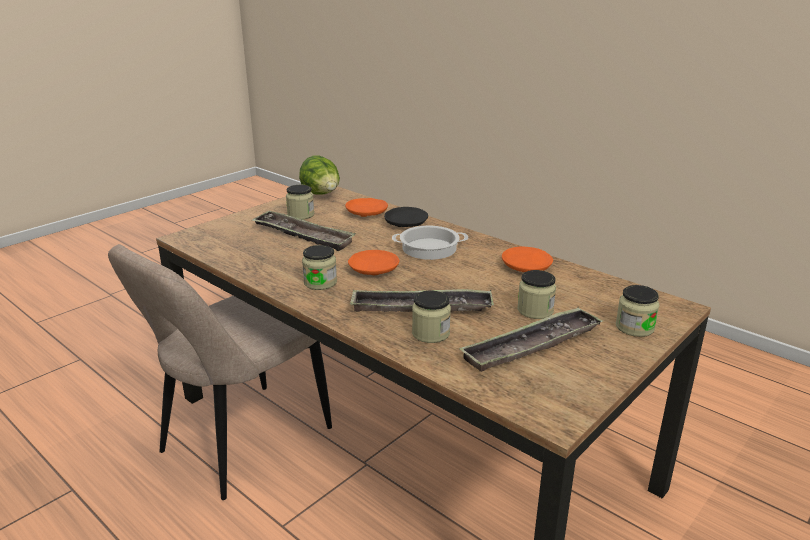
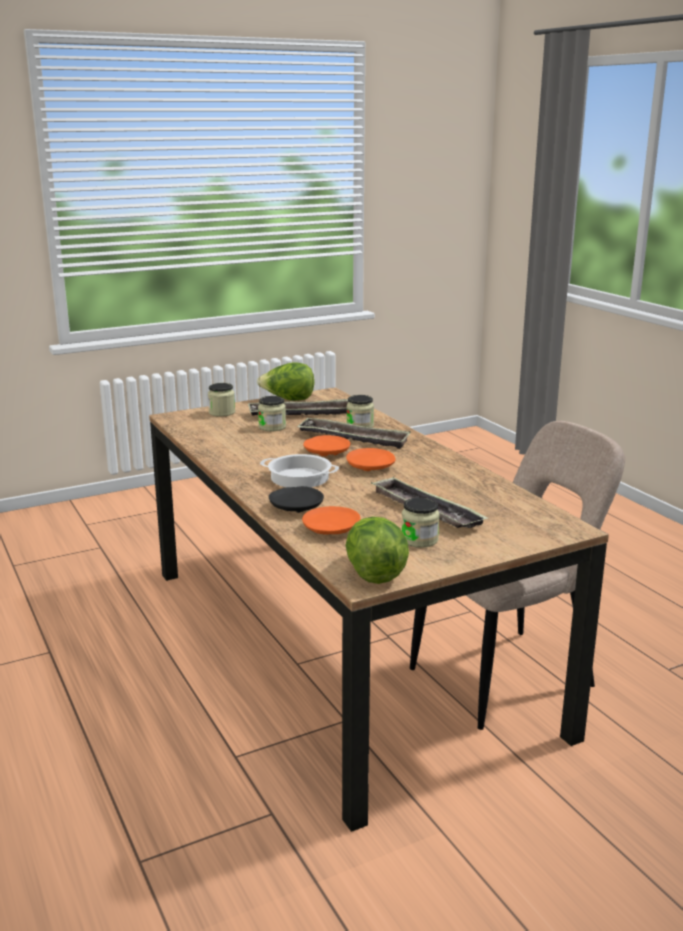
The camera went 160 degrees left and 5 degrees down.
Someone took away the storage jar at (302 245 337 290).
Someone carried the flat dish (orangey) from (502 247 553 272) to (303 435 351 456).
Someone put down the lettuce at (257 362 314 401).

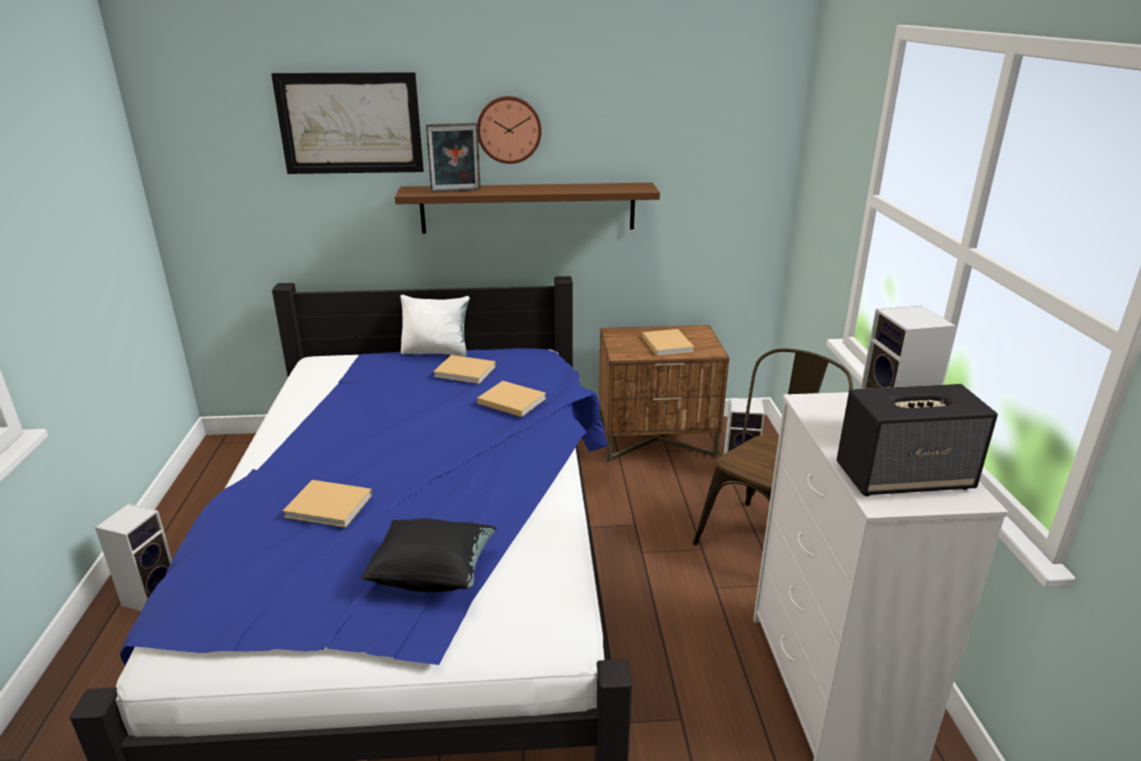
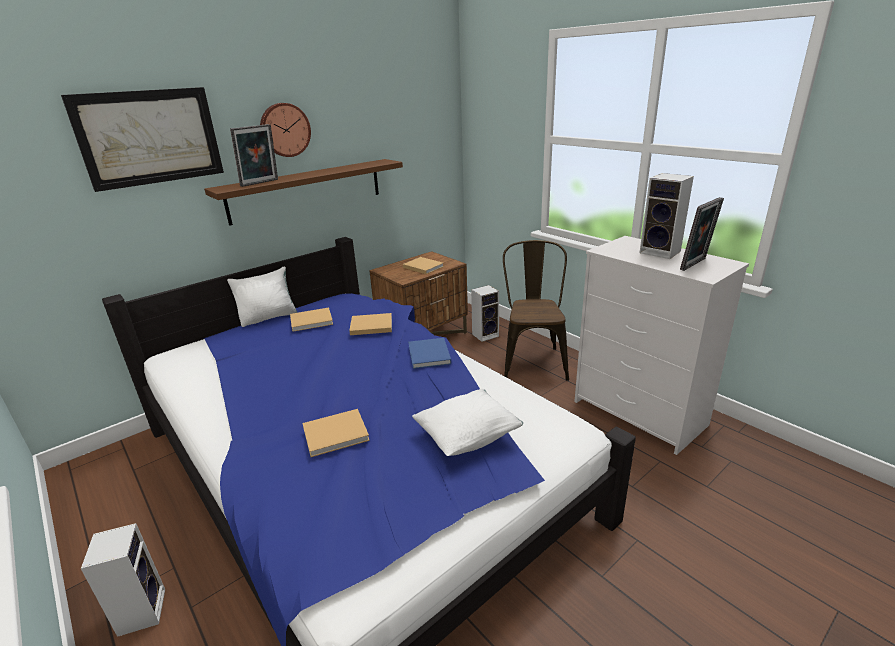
The camera went 35 degrees left and 0 degrees up.
Someone repainted the cushion (blackish) at (361 518 497 592), which became the cushion (whitish) at (412 389 523 456).
Someone swapped the loudspeaker at (836 384 998 496) for the photo frame at (680 197 724 271).
Someone put down the bound book (bluish) at (408 338 451 369).

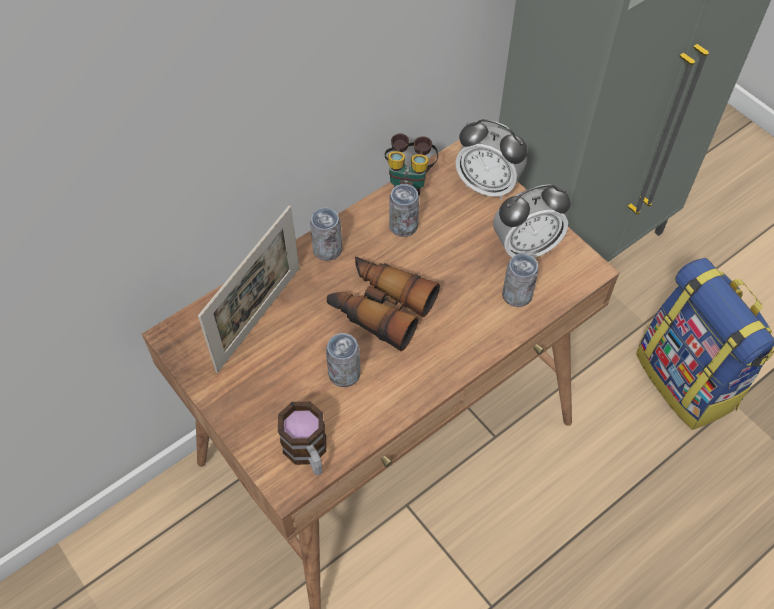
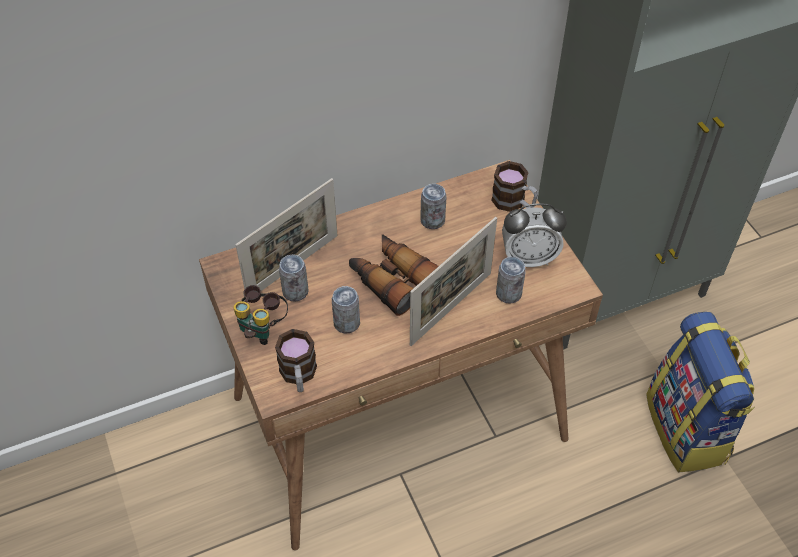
The camera went 15 degrees right and 5 degrees down.
Someone carried the can from (310 207 342 261) to (279 255 309 302).
Someone carried the field glasses from (385 134 438 195) to (233 285 288 345).
Someone swapped the table clock at (456 119 527 200) for the mug at (491 161 538 212).
Someone put down the photo frame at (410 217 497 346).

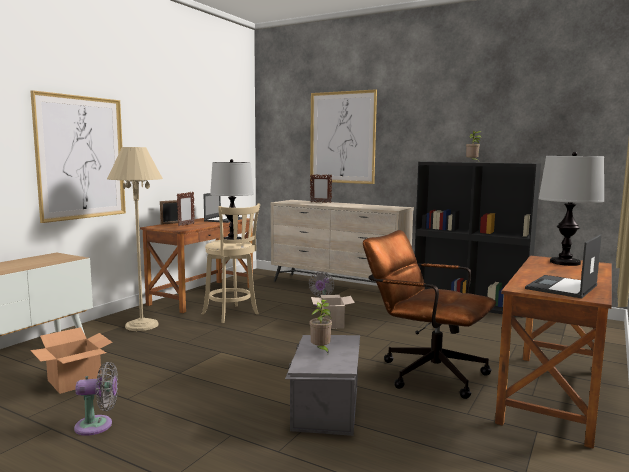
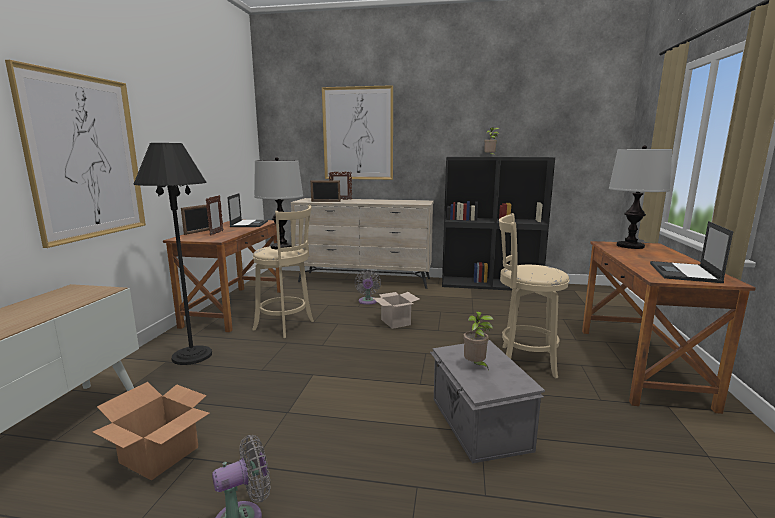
The camera went 20 degrees left and 5 degrees up.
Someone repainted the standing lamp (sand-coloured) at (107 147 163 331), which became the standing lamp (blackish) at (134 143 212 365).
Someone swapped the desk chair (brown-coloured) at (363 230 496 399) for the stool seat (sand-coloured) at (499 213 569 378).
Someone put down the photo frame at (310 180 341 202).

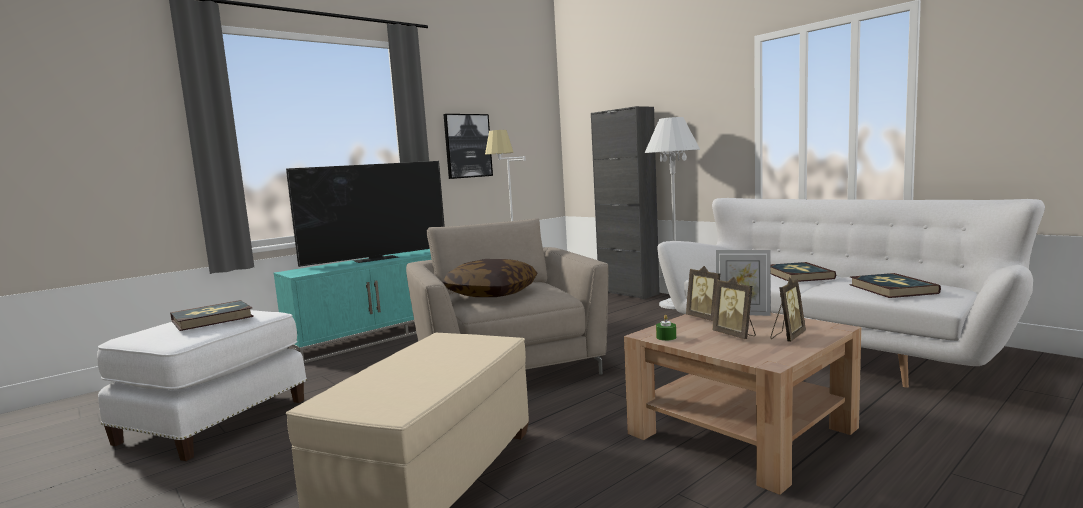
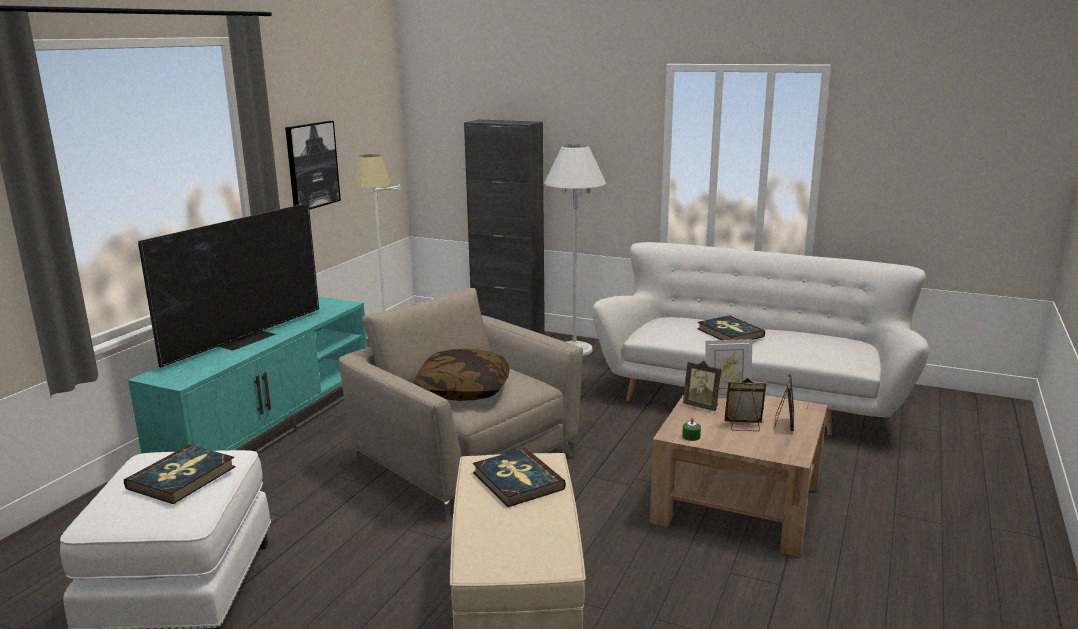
The camera went 25 degrees left and 10 degrees up.
Someone rotated the photo frame at (712 277 756 339) by 150 degrees clockwise.
Someone carried the bound book from (850 273 941 298) to (473 448 566 507).

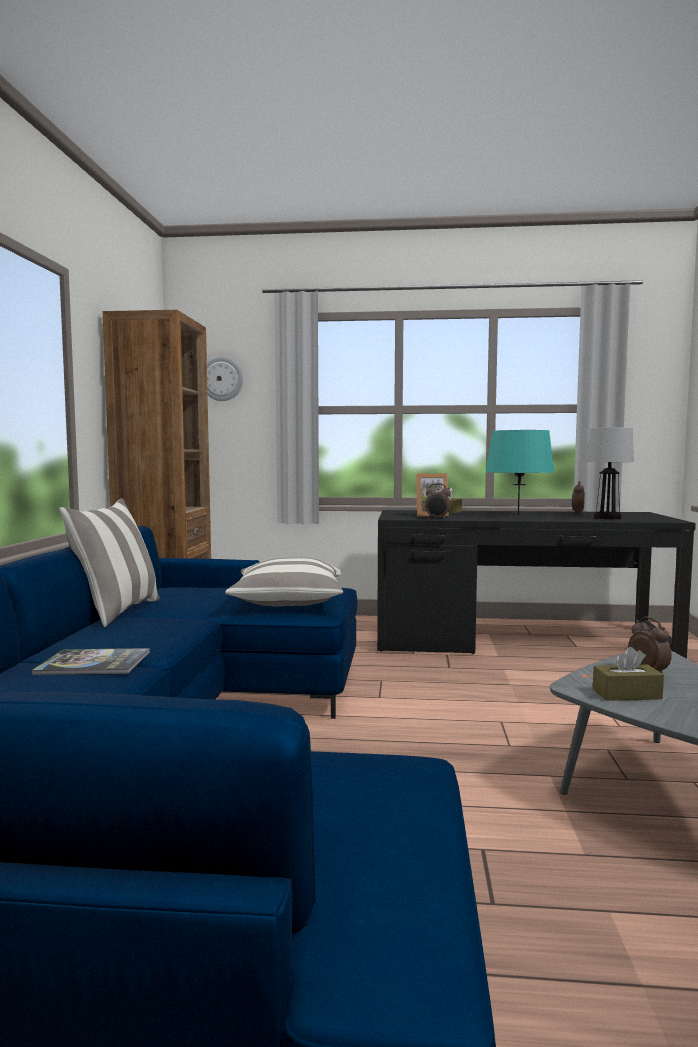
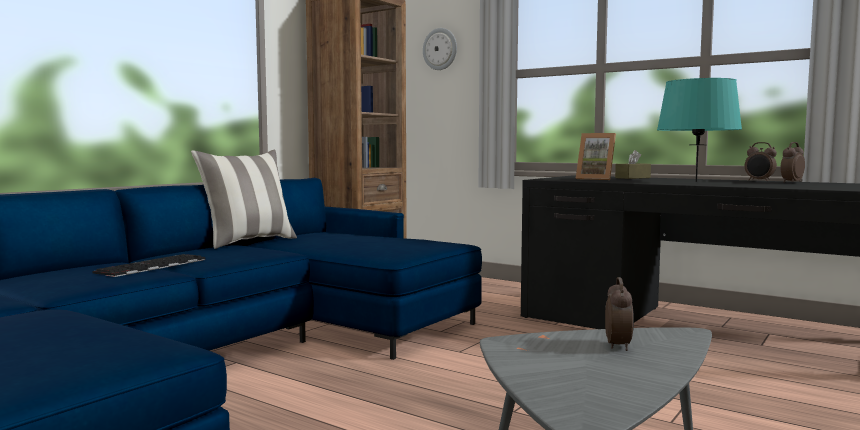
The camera went 30 degrees right and 0 degrees up.
Someone swapped the bound book at (32 648 150 675) for the PC keyboard at (92 254 205 277).
Someone took away the cushion at (225 557 343 606).
Someone carried the table clock from (425 483 451 519) to (745 142 777 181).
Someone took away the lamp for a table at (587 428 634 519).
Someone took away the tissue holder (brown-coloured) at (593 647 664 701).

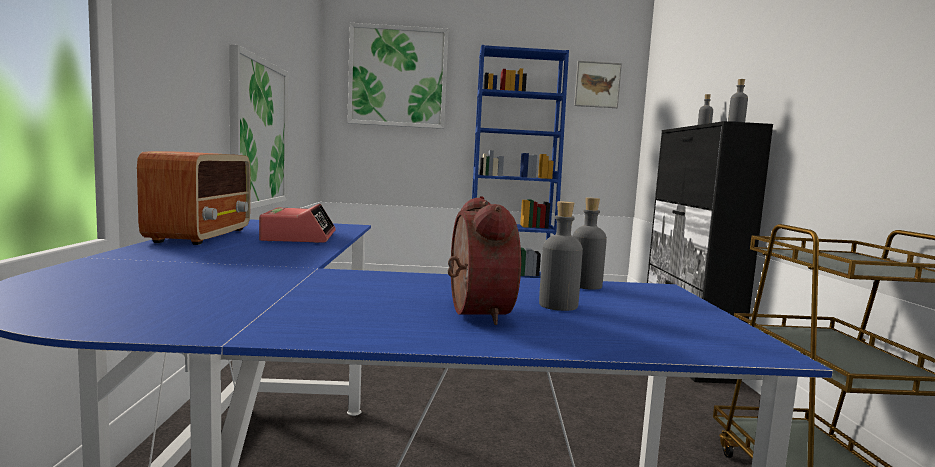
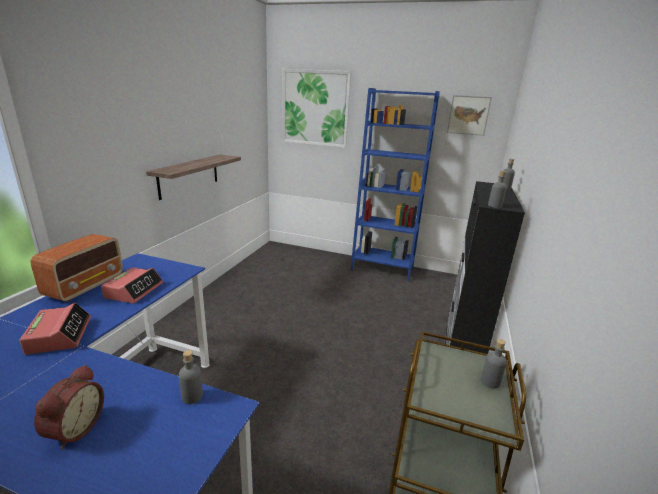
The camera went 20 degrees right and 15 degrees up.
Someone swapped the picture at (229 44 288 209) for the wall shelf at (146 155 241 200).
Someone carried the drink bottle (gray) from (539 201 583 311) to (481 339 507 389).
Someone put down the table clock at (19 303 91 355).

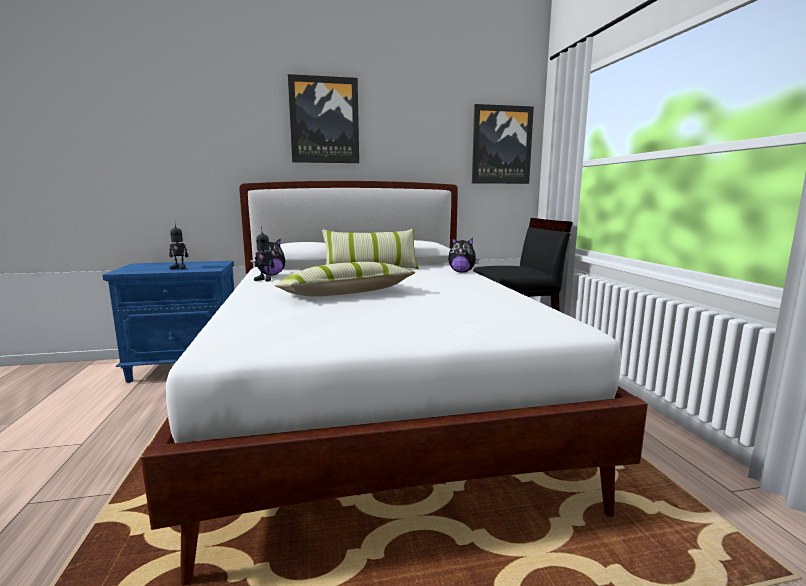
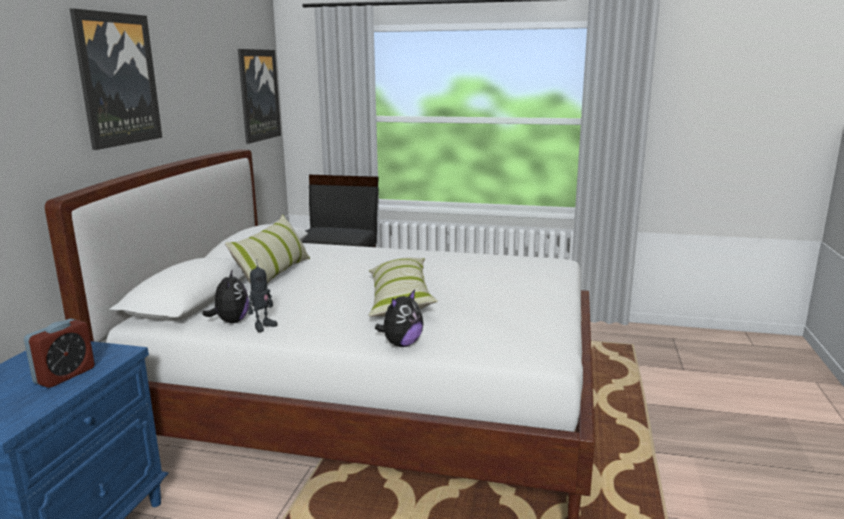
The camera went 65 degrees left and 5 degrees up.
Someone swapped the robot figure at (169 225 188 269) for the table clock at (24 319 95 388).
Someone carried the cuddly toy from (448 237 479 273) to (375 290 424 347).

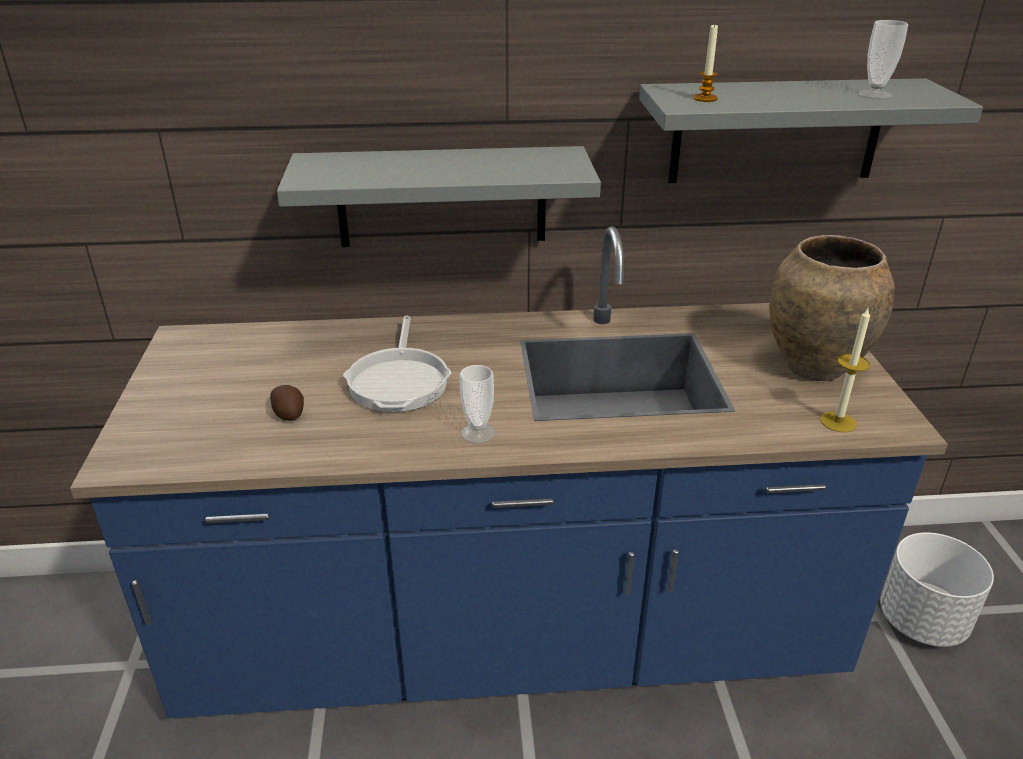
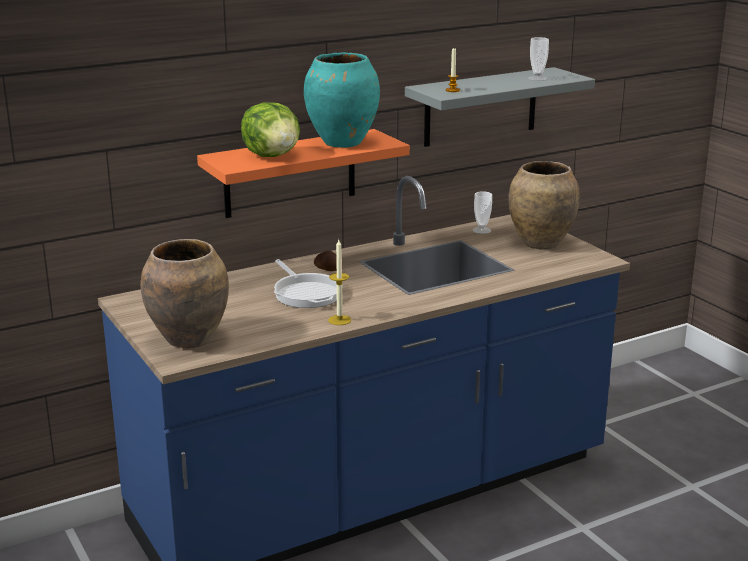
The camera went 25 degrees left and 10 degrees down.
Someone carried the spud from (270 385 304 421) to (314 251 337 271).
Someone repainted the wall shelf (gray) at (277 146 601 247), which became the wall shelf (orangey) at (197 129 410 218).
Someone carried the small cup from (460 365 495 443) to (473 191 492 234).
Someone carried the wax light from (820 308 870 432) to (328 240 351 325).
Someone took away the flower pot (whitish) at (880 532 994 647).
Someone put down the vase (brown-coloured) at (141 239 229 349).
Someone put down the lettuce at (241 102 300 157).
Someone put down the vase (turquoise-coloured) at (304 53 380 148).

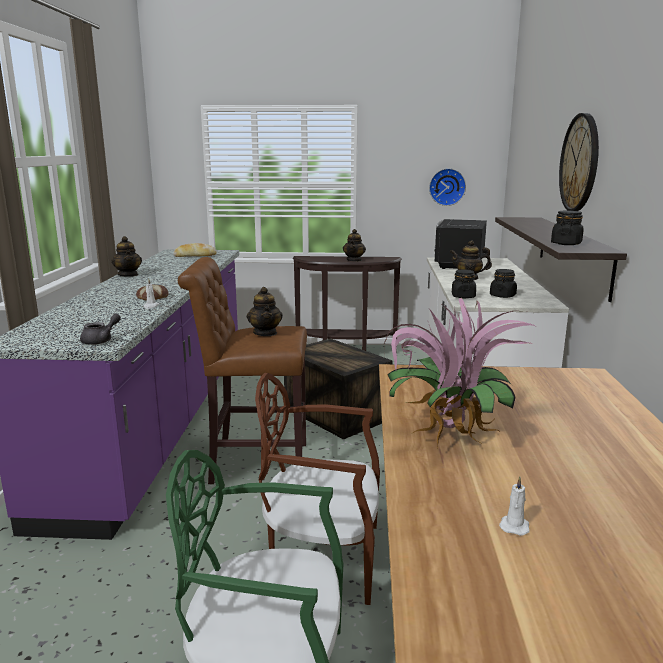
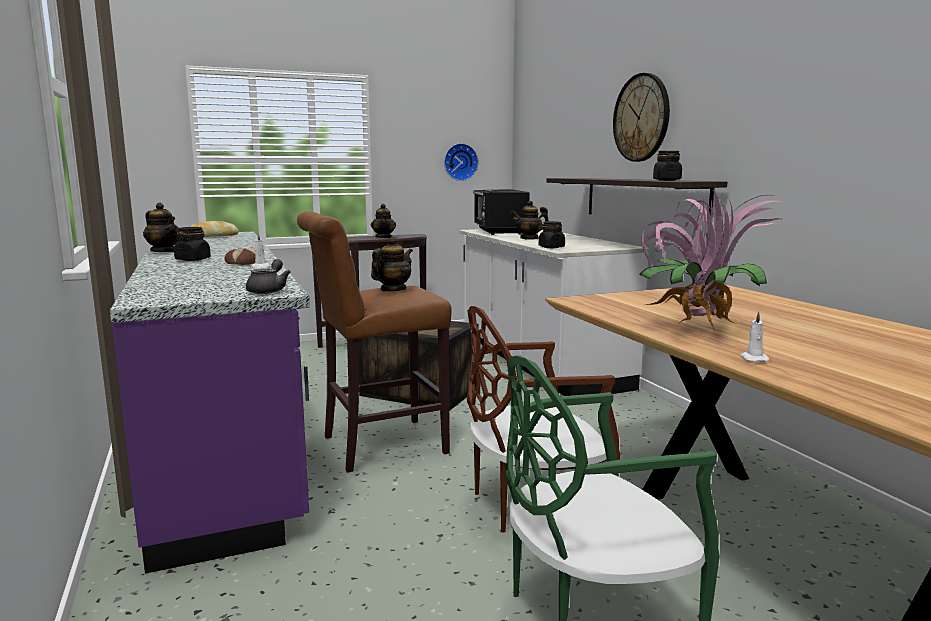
The camera went 25 degrees left and 5 degrees down.
Someone rotated the pot for tea at (247 287 283 336) by 105 degrees counterclockwise.
Someone carried the storage jar (blackish) from (490 269 517 298) to (174 227 211 261).
Someone carried the wax light (whitish) from (499 477 530 536) to (740 311 769 362).

